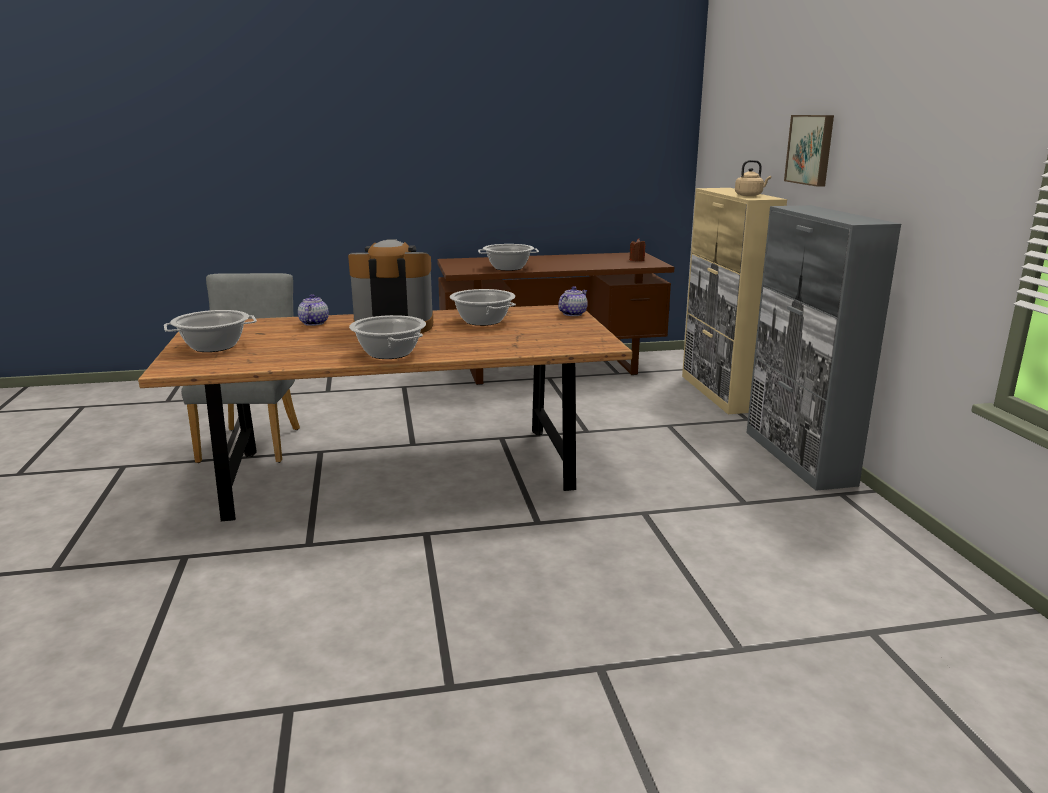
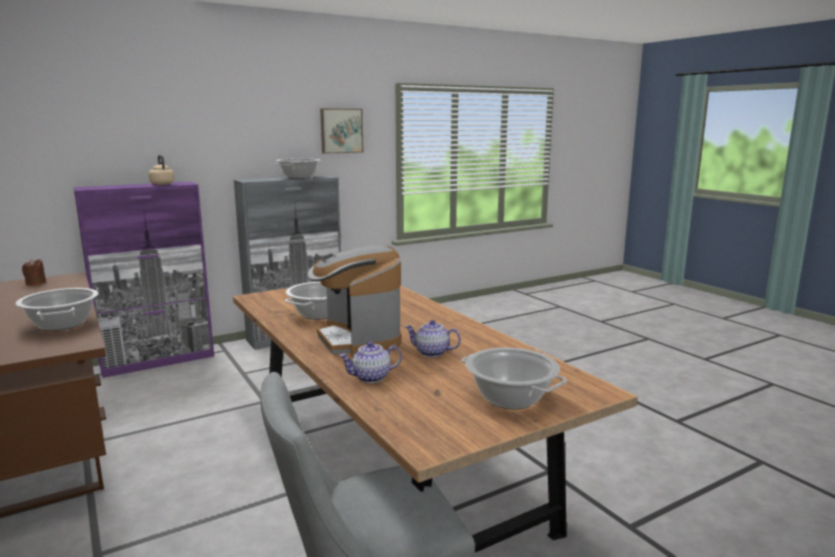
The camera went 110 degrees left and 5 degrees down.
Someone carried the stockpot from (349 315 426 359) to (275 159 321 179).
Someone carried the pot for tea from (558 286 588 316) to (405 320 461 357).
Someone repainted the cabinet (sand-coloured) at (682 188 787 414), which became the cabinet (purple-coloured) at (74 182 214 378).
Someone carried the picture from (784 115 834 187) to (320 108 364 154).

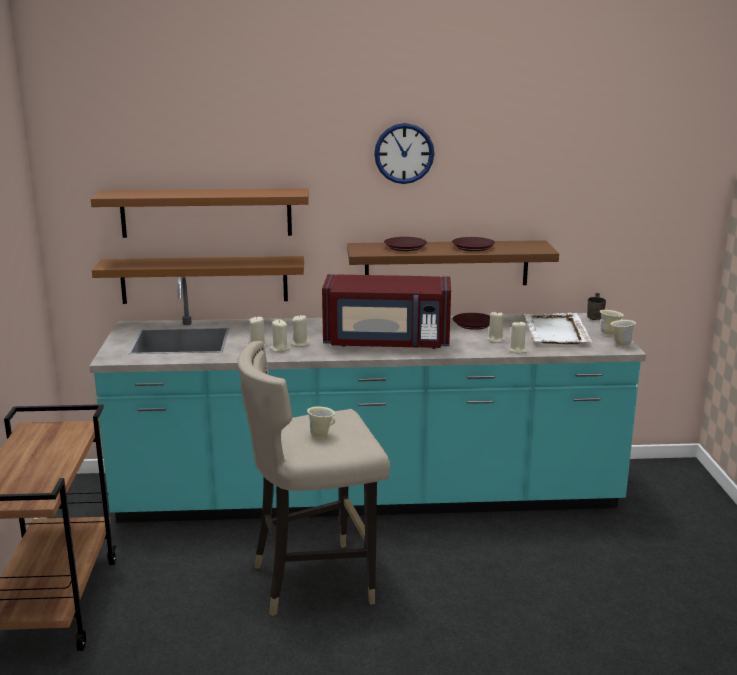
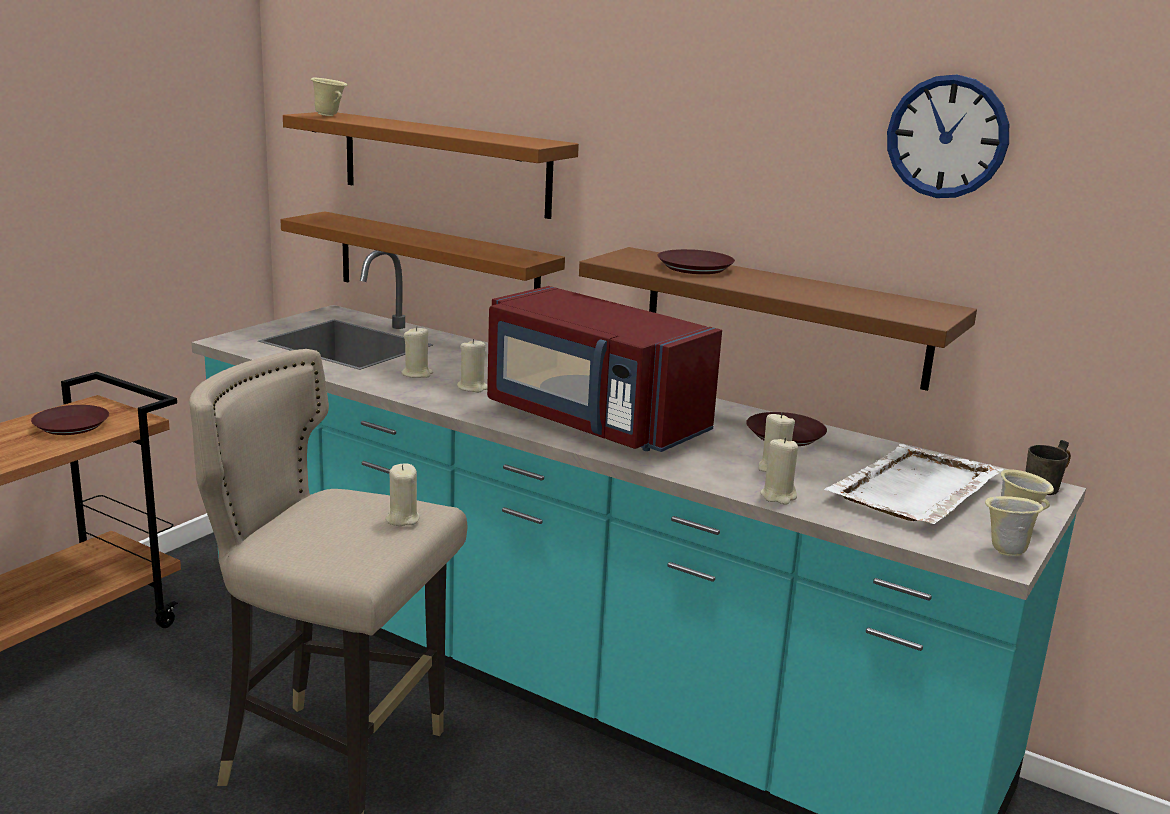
The camera went 35 degrees right and 0 degrees up.
Someone carried the wax light (sand-coloured) from (270 319 290 352) to (386 463 420 526).
Someone carried the mug (sand-coloured) from (307 407 335 438) to (311 77 347 116).
Someone carried the clock on the wall from (374 123 434 184) to (887 74 1009 198).
Someone carried the flat dish (brown-coloured) from (452 237 495 251) to (31 405 109 435).

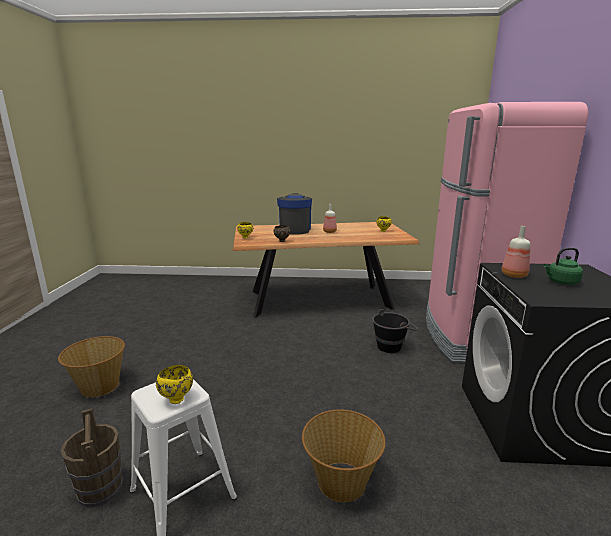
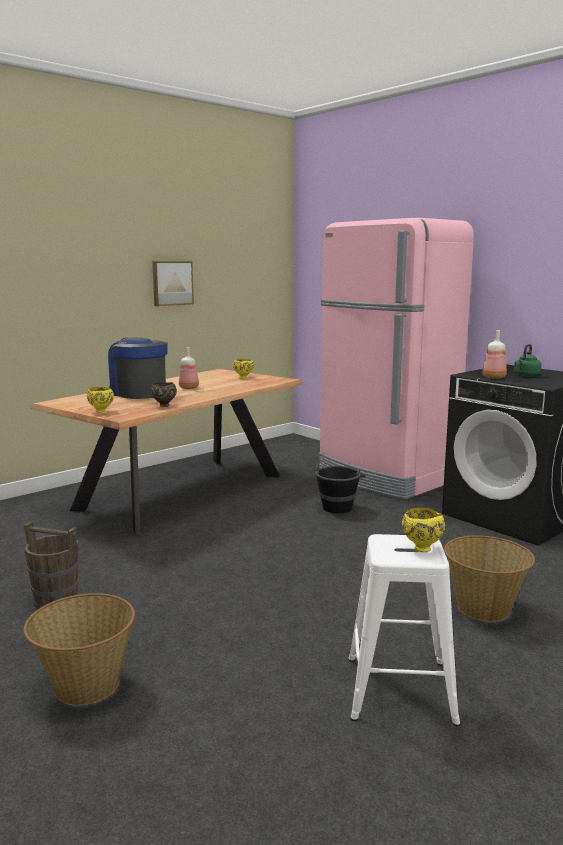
The camera went 45 degrees left and 5 degrees down.
Someone carried the bucket (brown-coloured) from (61 409 123 507) to (24 522 79 609).
Someone put up the picture at (152 261 194 306).

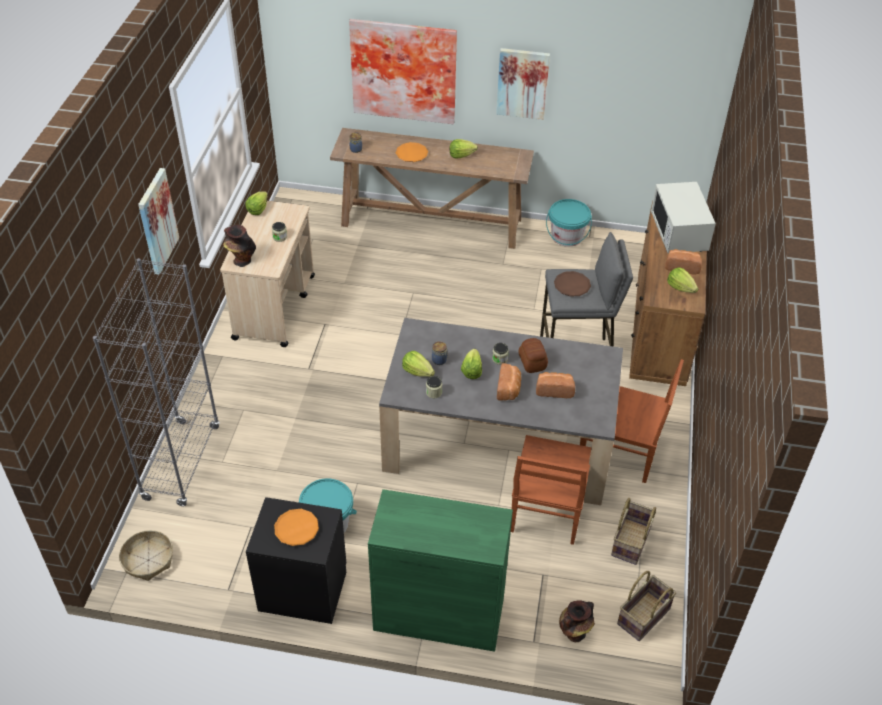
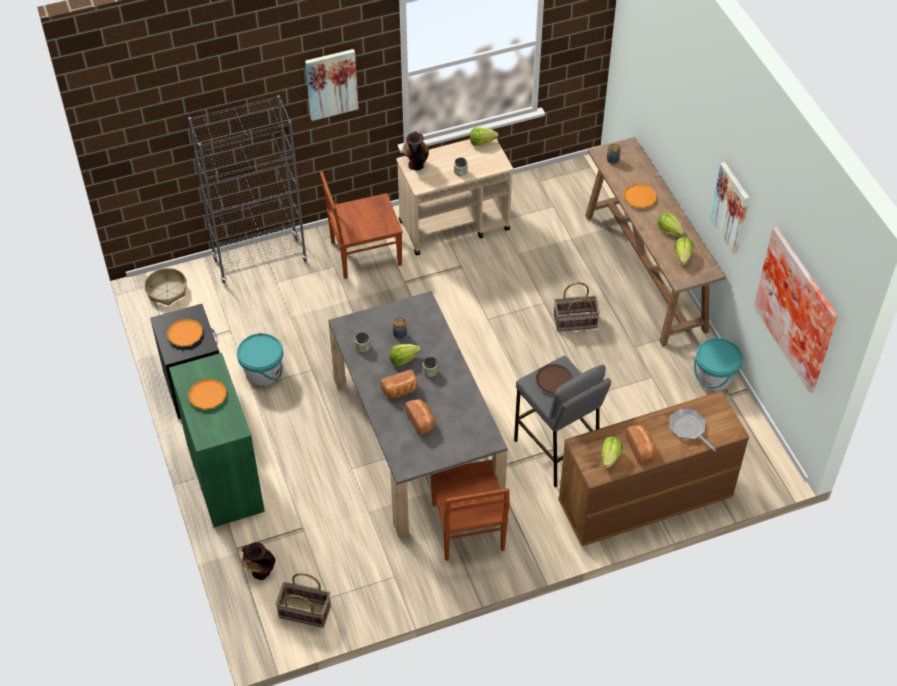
The camera went 60 degrees right and 5 degrees up.
Someone carried the picture from (349 19 457 124) to (753 227 838 393).
Someone carried the lettuce from (402 351 435 377) to (675 237 693 265).
Someone carried the upright chair (brown-coloured) from (511 435 592 545) to (320 171 403 279).
Someone took away the bread at (519 338 548 373).
Someone carried the storage basket from (611 498 656 565) to (554 282 600 332).
Someone swapped the microwave oven (whitish) at (651 182 716 253) for the pan at (670 409 716 451).
Someone put down the flat dish (orangey) at (189 379 227 410).

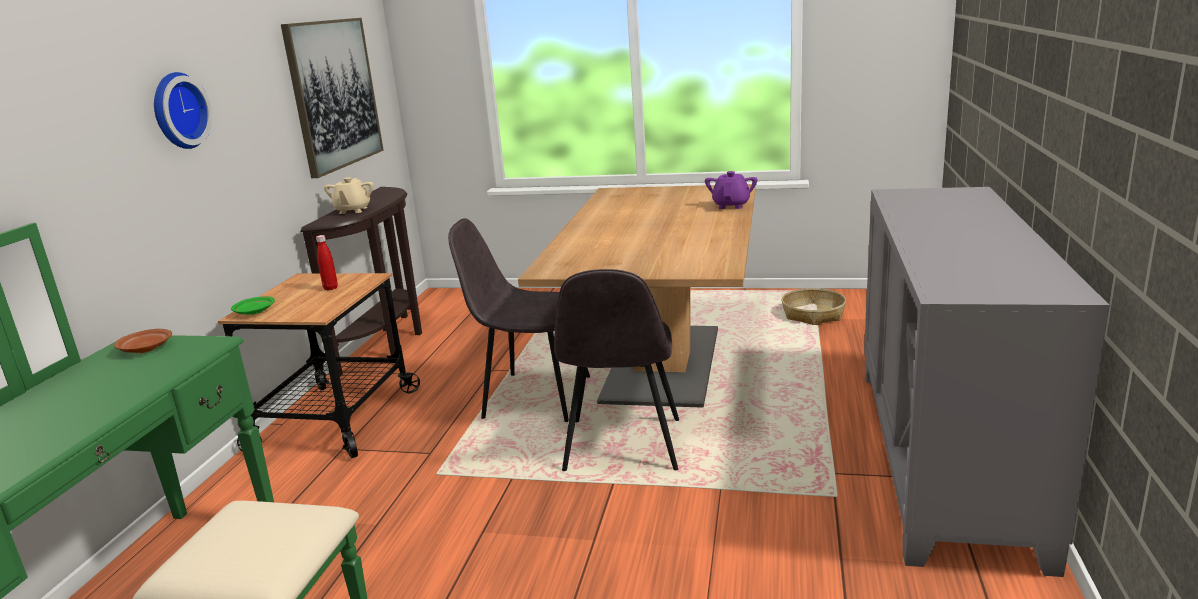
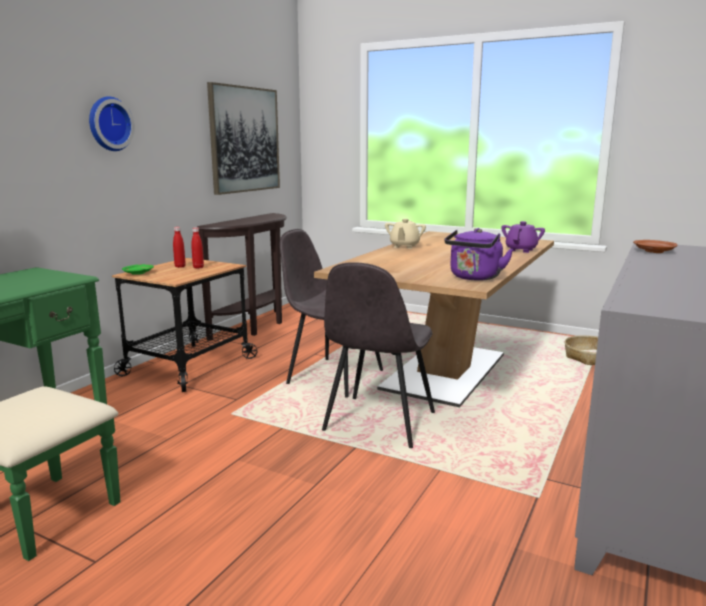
The camera went 15 degrees right and 5 degrees down.
Someone carried the flat dish (brown-coloured) from (114 329 172 353) to (633 240 678 253).
Someone carried the pot for tea (sand-coloured) from (324 177 374 214) to (385 219 426 249).
Someone put down the drink bottle (red) at (173 227 186 268).
Someone put down the kettle (purple-coloured) at (445 228 513 281).

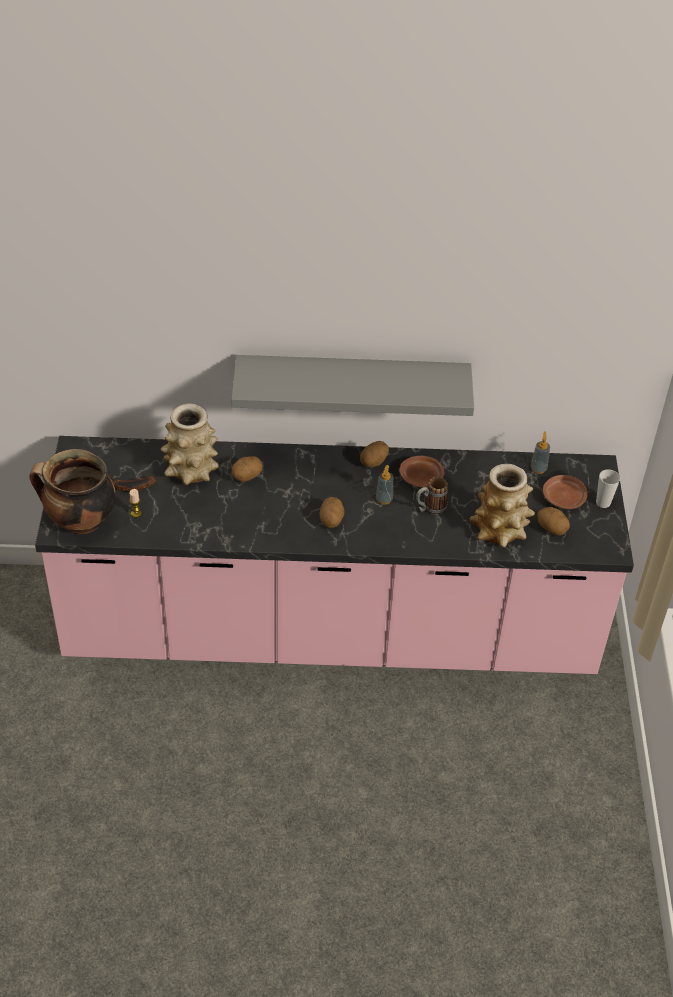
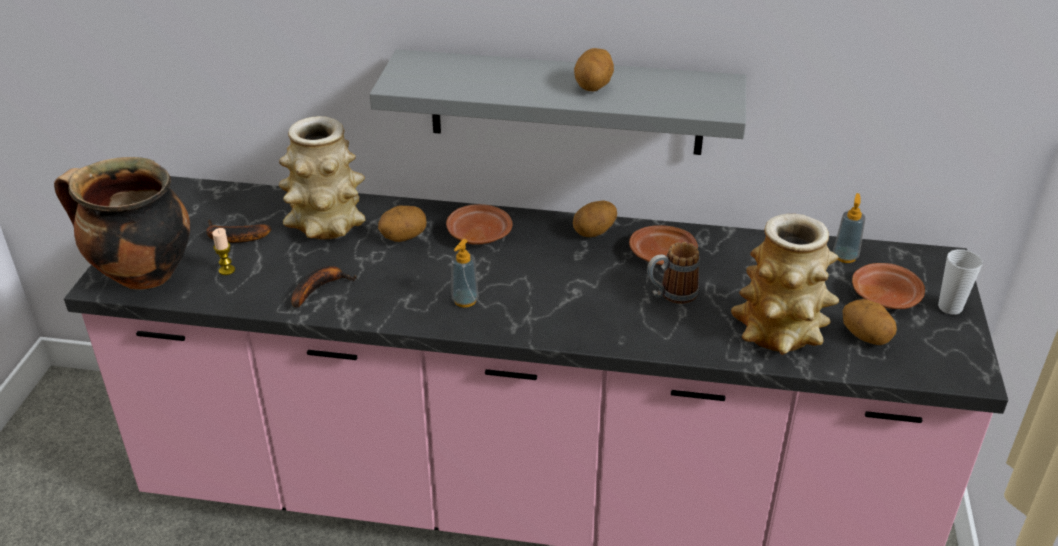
The camera went 10 degrees right and 10 degrees down.
Someone carried the spud from (319 497 344 528) to (574 48 614 91).
Someone carried the soap bottle from (376 465 393 505) to (451 239 479 307).
Someone put down the banana at (291 266 356 308).
Someone put down the flat dish (brown-coloured) at (446 204 512 245).

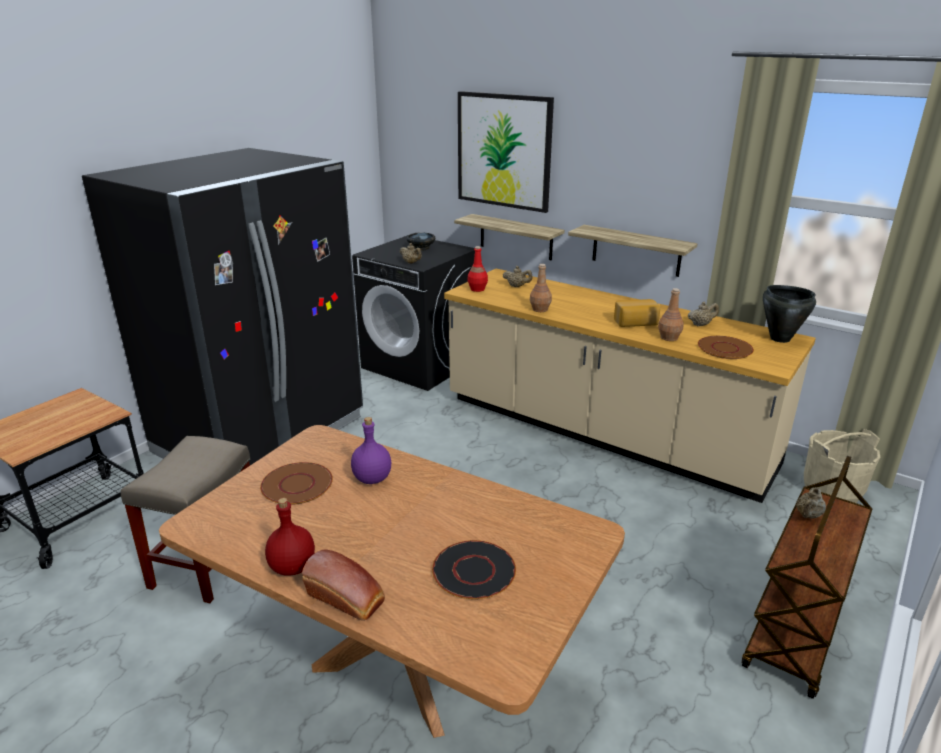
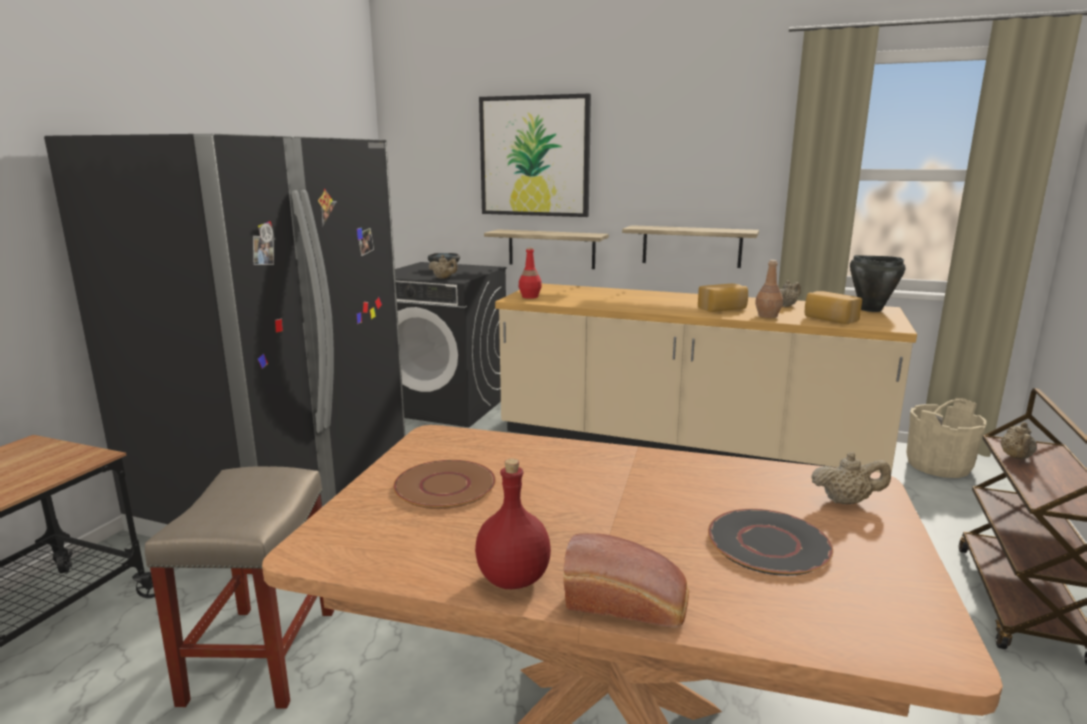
The camera went 15 degrees left and 10 degrees down.
Someone took away the drink bottle (purple-coloured) at (351 417 391 484).
Someone carried the pot for tea (sand-coloured) from (503 266 533 287) to (811 452 891 504).
Someone took away the drink bottle (brown-coloured) at (530 264 552 312).
Someone swapped the flat dish (brown-coloured) at (698 336 754 359) for the bread at (805 291 862 324).

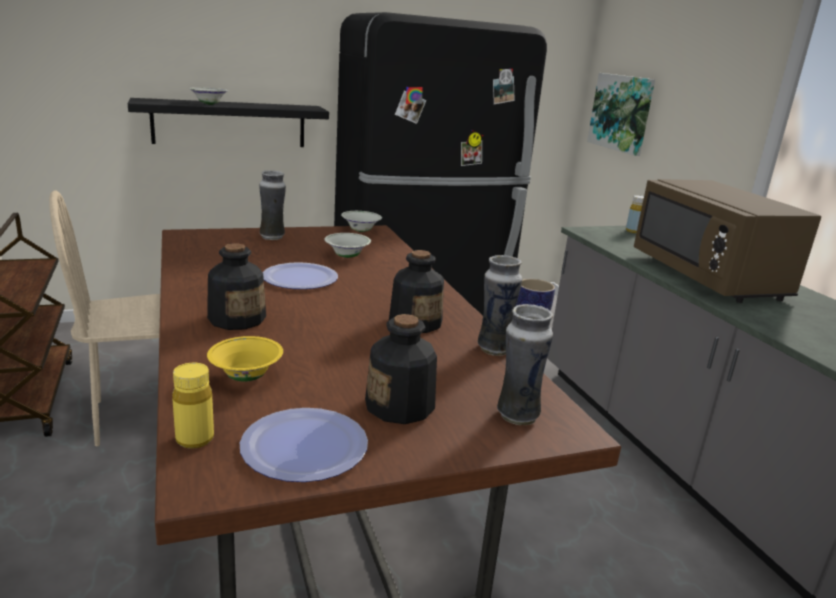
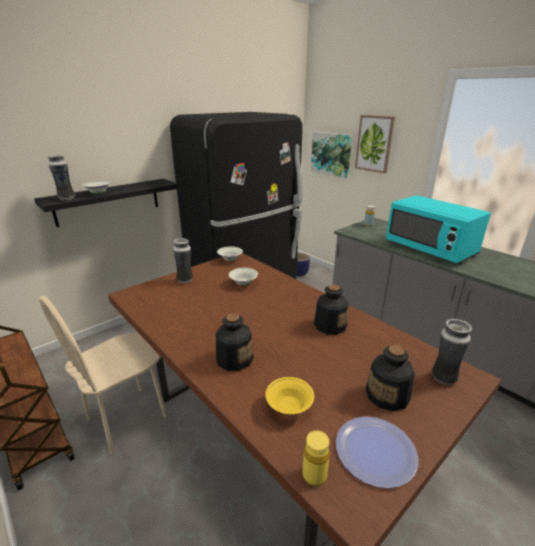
The camera went 20 degrees left and 5 degrees up.
Someone took away the flat dish at (263 262 338 289).
Someone carried the vase from (478 255 522 356) to (48 155 75 201).
Someone repainted the microwave oven (brown-coloured) at (634 179 821 303), which became the microwave oven (turquoise-coloured) at (386 195 491 264).
Someone put up the picture at (355 115 395 173).

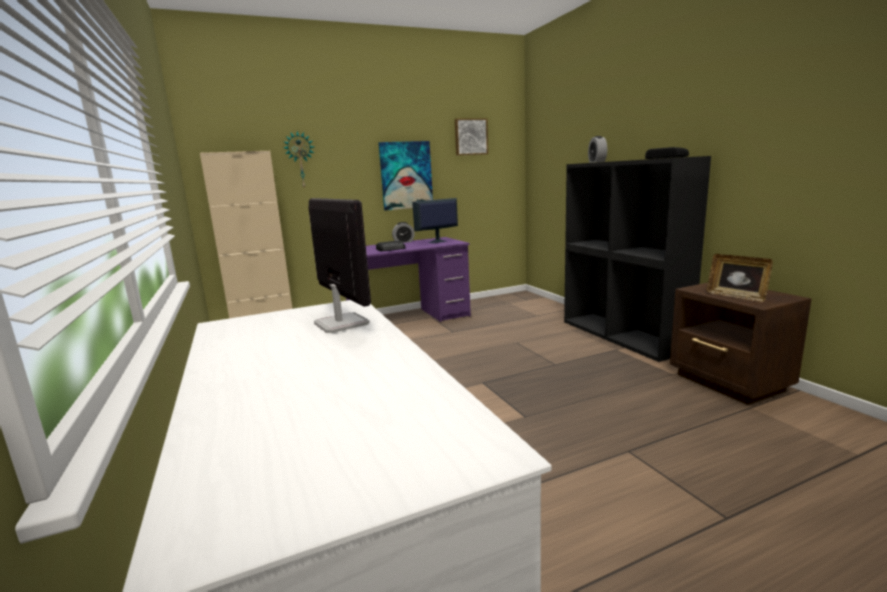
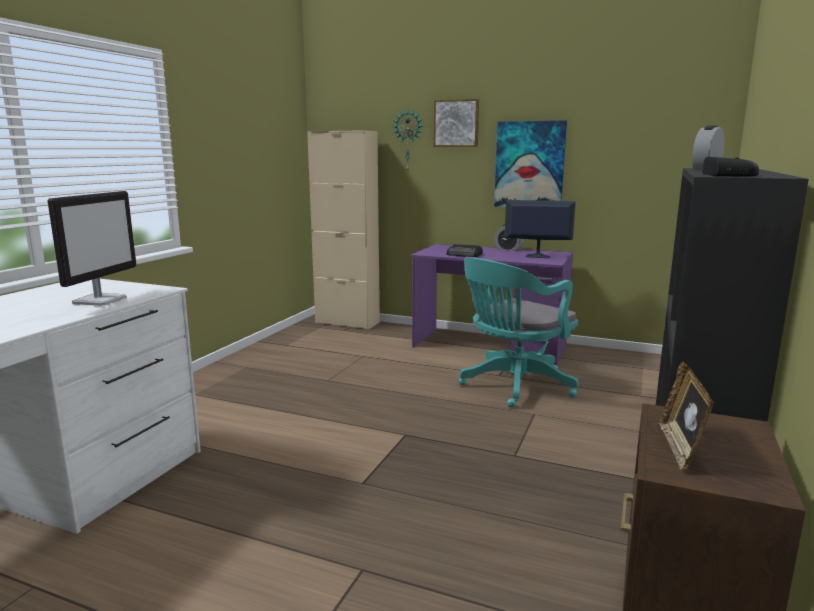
The camera went 45 degrees right and 0 degrees up.
Someone carried the picture from (455 118 488 156) to (434 99 479 147).
Someone put down the desk chair (turquoise-coloured) at (458 258 578 407).

